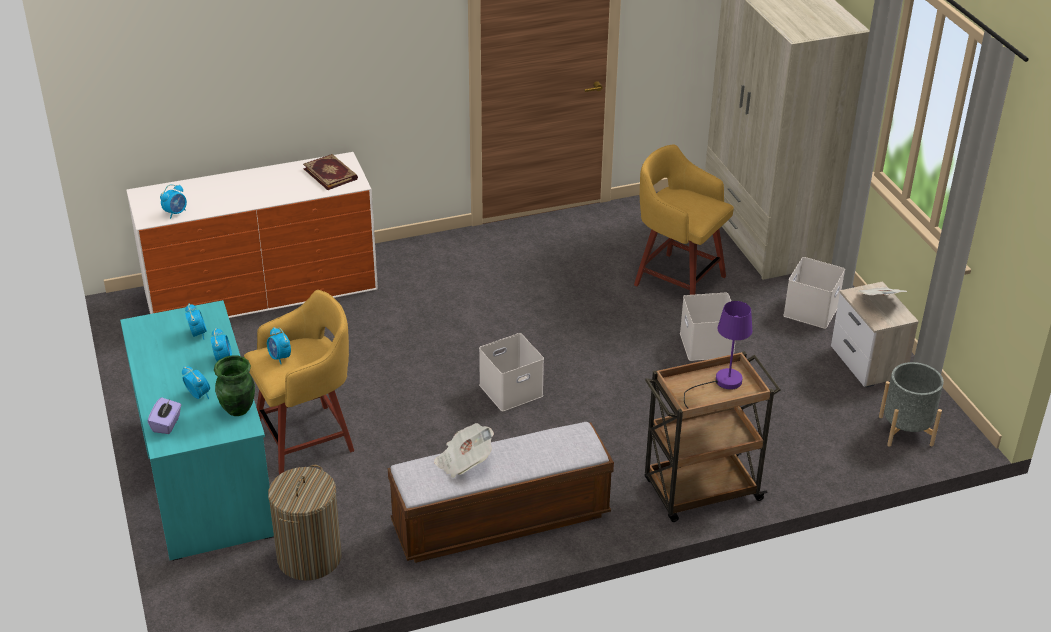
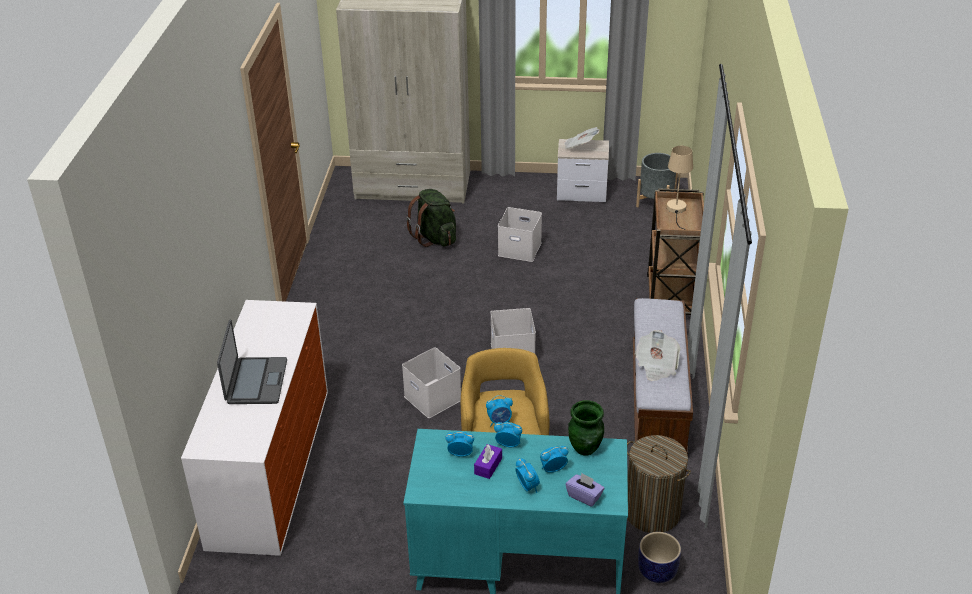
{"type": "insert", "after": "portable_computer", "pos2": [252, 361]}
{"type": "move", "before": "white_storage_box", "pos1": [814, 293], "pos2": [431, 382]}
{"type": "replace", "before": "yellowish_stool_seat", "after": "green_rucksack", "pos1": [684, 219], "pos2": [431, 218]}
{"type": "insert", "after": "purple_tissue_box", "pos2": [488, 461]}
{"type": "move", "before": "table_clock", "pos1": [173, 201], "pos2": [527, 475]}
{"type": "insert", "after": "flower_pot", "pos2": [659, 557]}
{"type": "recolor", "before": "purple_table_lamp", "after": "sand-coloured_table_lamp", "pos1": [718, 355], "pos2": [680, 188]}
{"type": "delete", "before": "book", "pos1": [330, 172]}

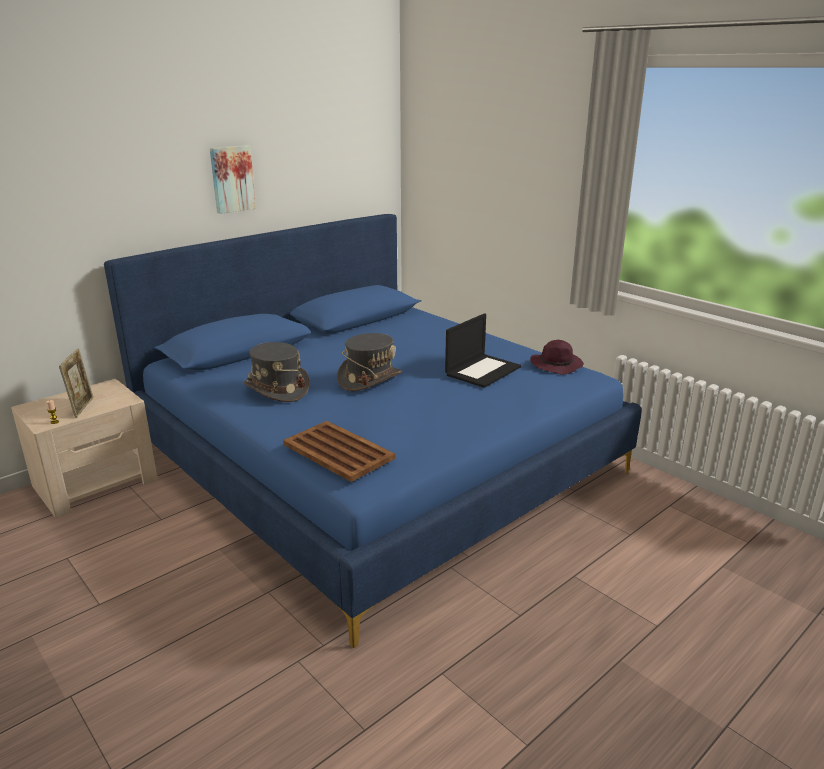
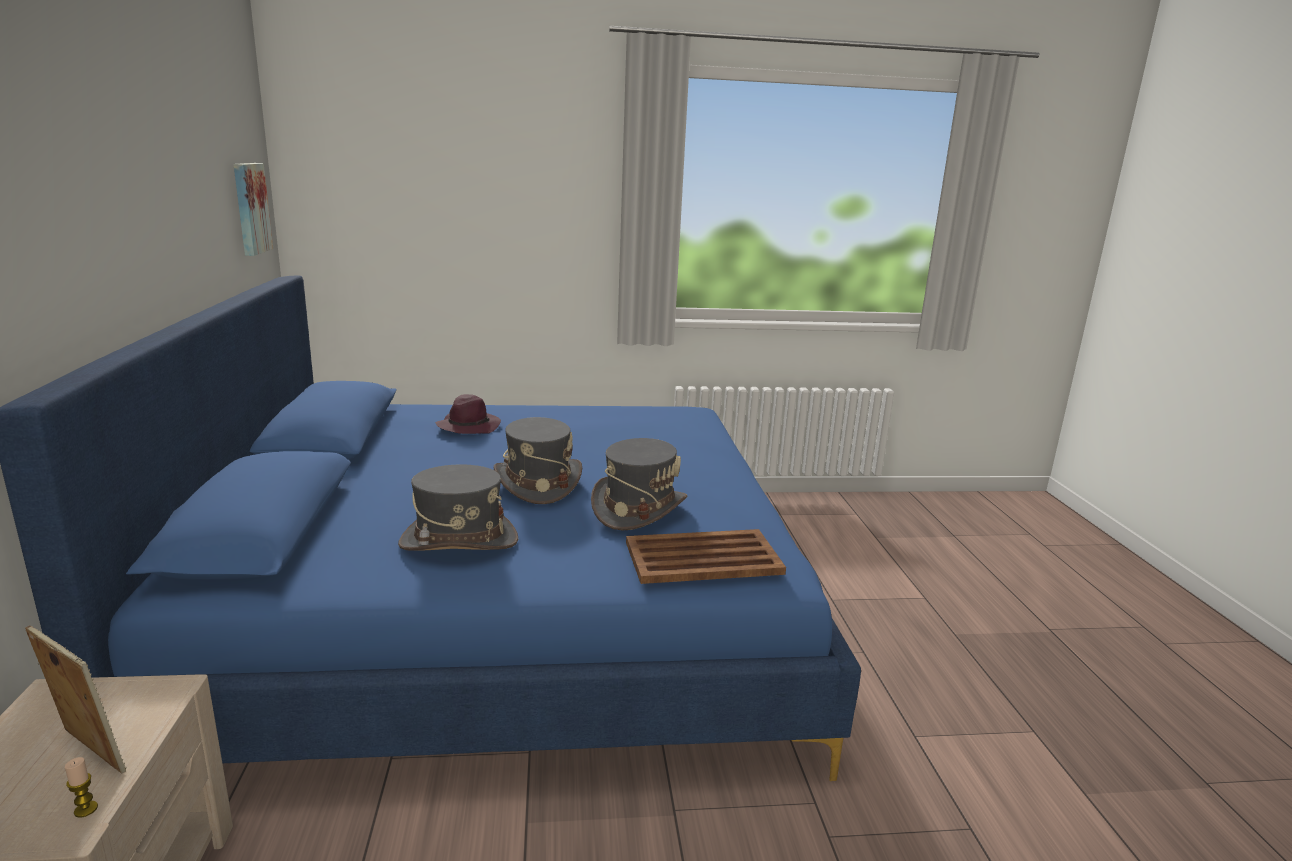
{"type": "move", "before": "wall_art", "pos1": [233, 179], "pos2": [253, 209]}
{"type": "move", "before": "purple_clothing_hat", "pos1": [557, 357], "pos2": [468, 414]}
{"type": "insert", "after": "grey_clothing_hat", "pos2": [639, 484]}
{"type": "delete", "before": "portable_computer", "pos1": [483, 350]}

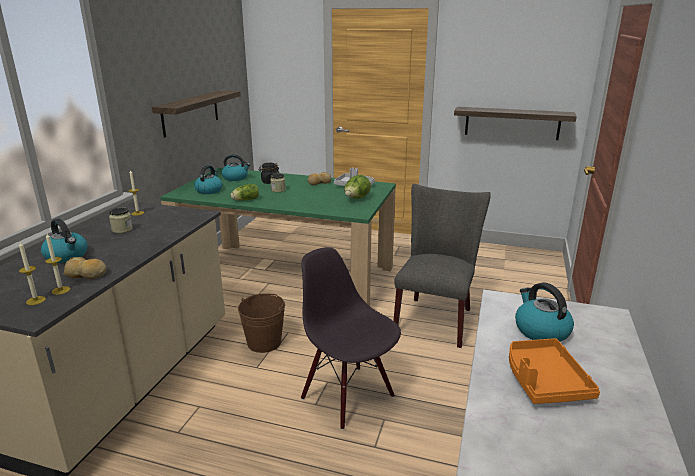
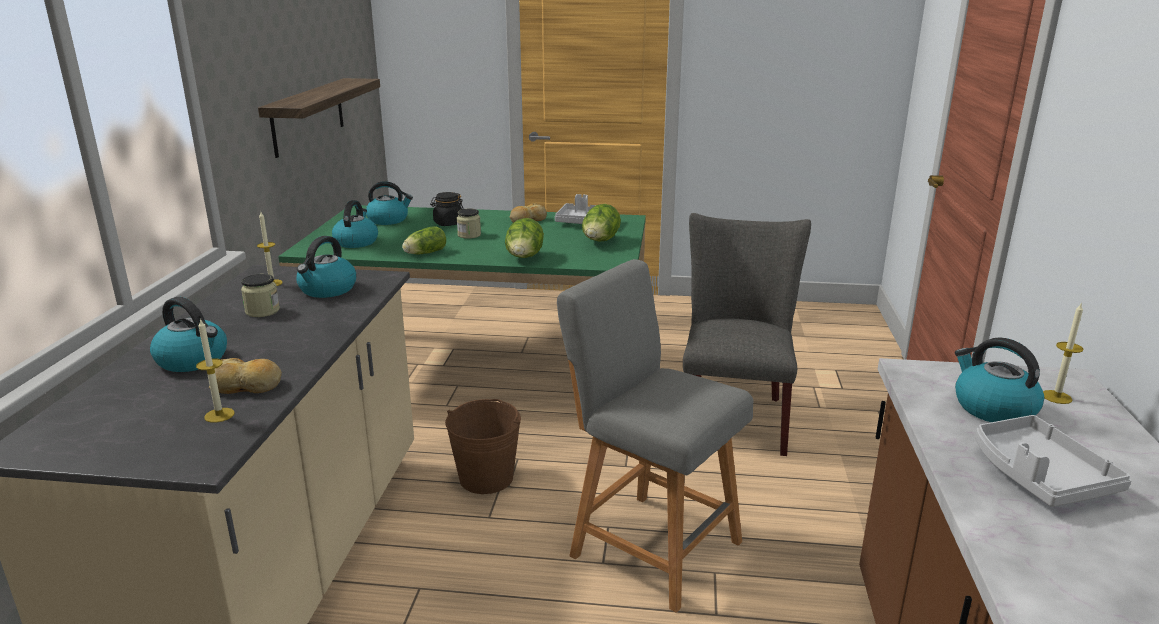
{"type": "insert", "after": "kettle", "pos2": [326, 267]}
{"type": "insert", "after": "lettuce", "pos2": [524, 238]}
{"type": "replace", "before": "black-coloured_upright_chair", "after": "grey_stool_seat", "pos1": [351, 338], "pos2": [655, 436]}
{"type": "recolor", "before": "orange_serving_tray", "after": "grey_serving_tray", "pos1": [554, 371], "pos2": [1053, 461]}
{"type": "move", "before": "wax_candle", "pos1": [32, 273], "pos2": [1063, 354]}
{"type": "delete", "before": "shelf", "pos1": [515, 123]}

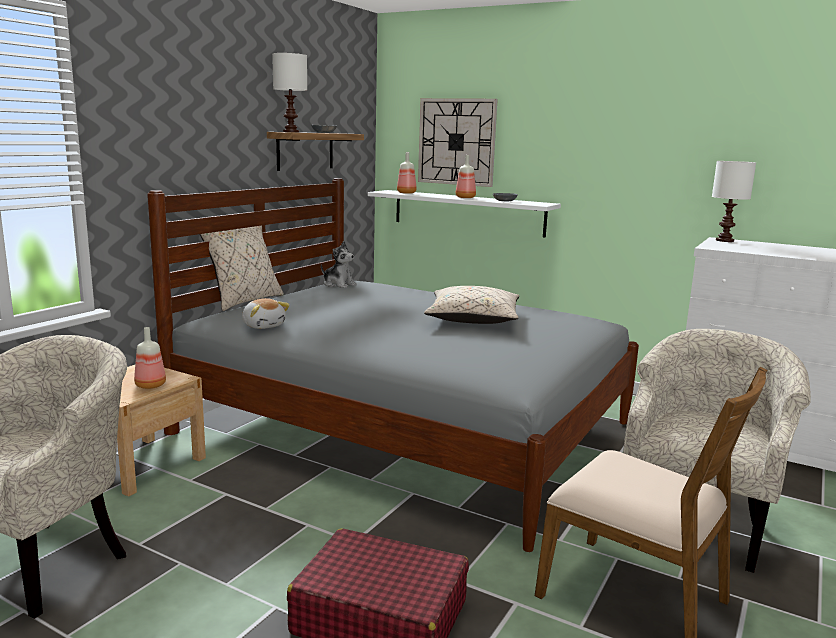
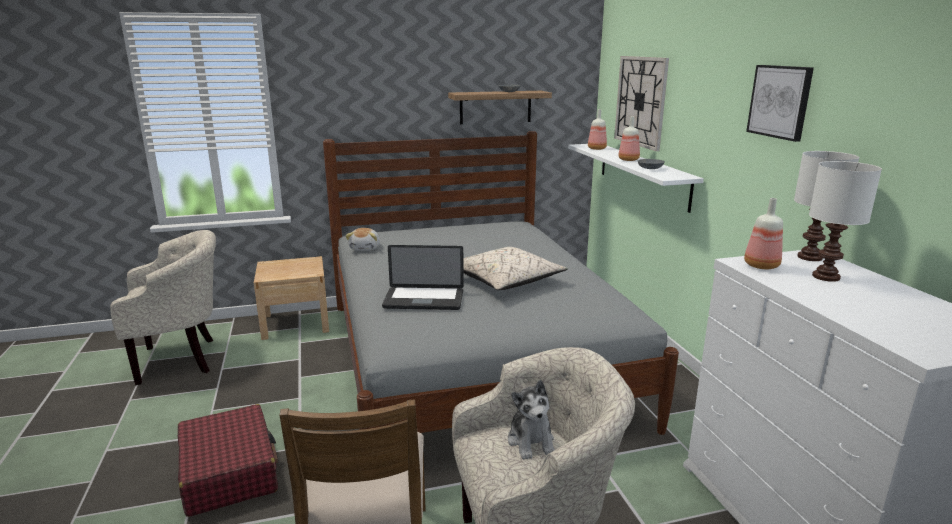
{"type": "insert", "after": "portable_computer", "pos2": [423, 277]}
{"type": "move", "before": "soft_toy", "pos1": [339, 264], "pos2": [531, 420]}
{"type": "move", "before": "bottle", "pos1": [150, 358], "pos2": [763, 233]}
{"type": "insert", "after": "wall_art", "pos2": [780, 103]}
{"type": "move", "before": "white_table_lamp", "pos1": [289, 92], "pos2": [845, 221]}
{"type": "delete", "before": "sand-coloured_throw_pillow", "pos1": [242, 268]}

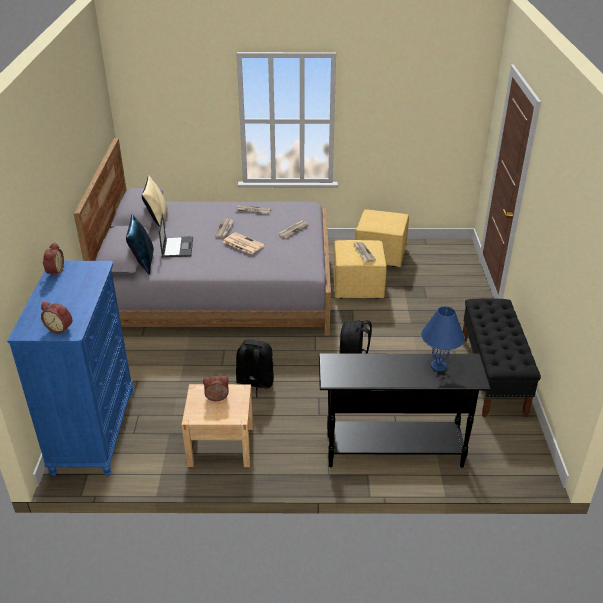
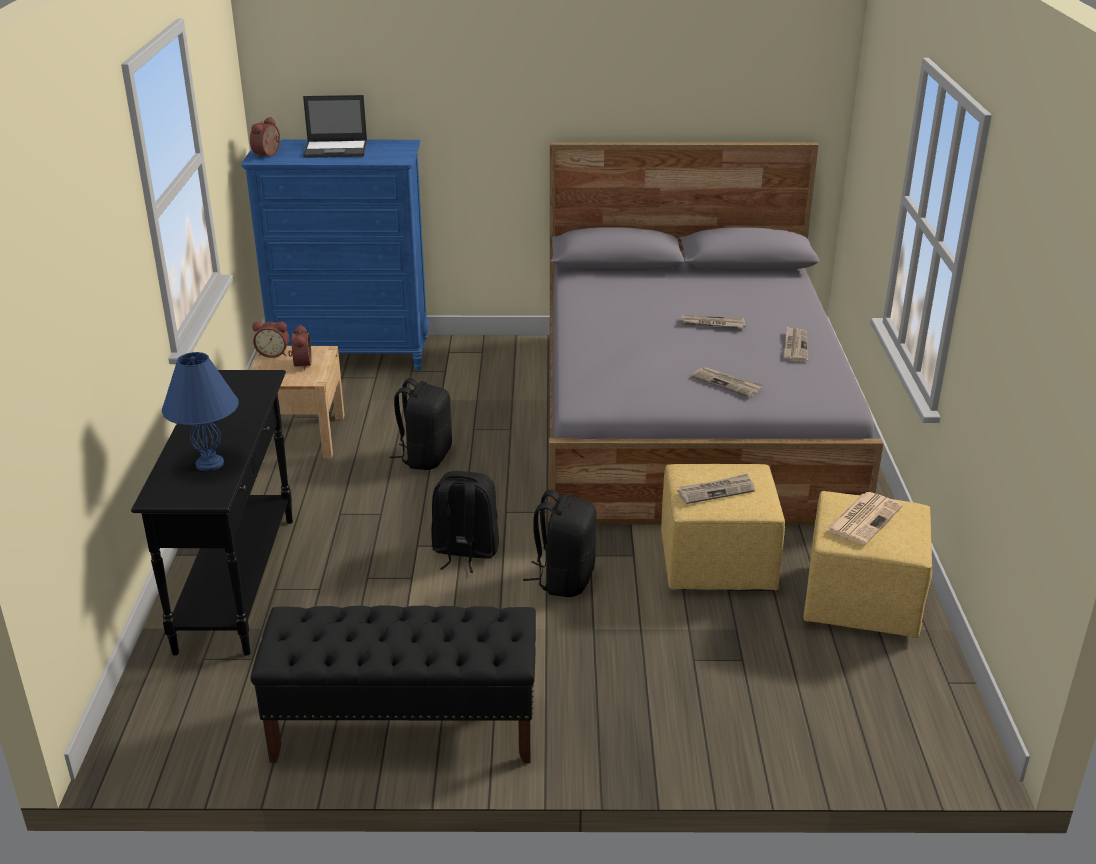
{"type": "move", "before": "table_clock", "pos1": [53, 259], "pos2": [270, 339]}
{"type": "move", "before": "portable_computer", "pos1": [176, 235], "pos2": [335, 126]}
{"type": "insert", "after": "black-coloured_rucksack", "pos2": [559, 543]}
{"type": "move", "before": "newspaper", "pos1": [244, 243], "pos2": [864, 518]}
{"type": "delete", "before": "blue_throw_pillow", "pos1": [140, 244]}
{"type": "delete", "before": "sand-coloured_throw_pillow", "pos1": [155, 201]}

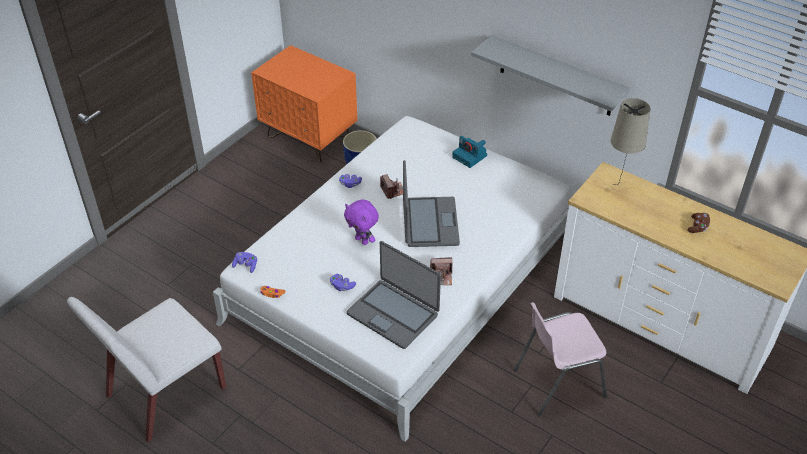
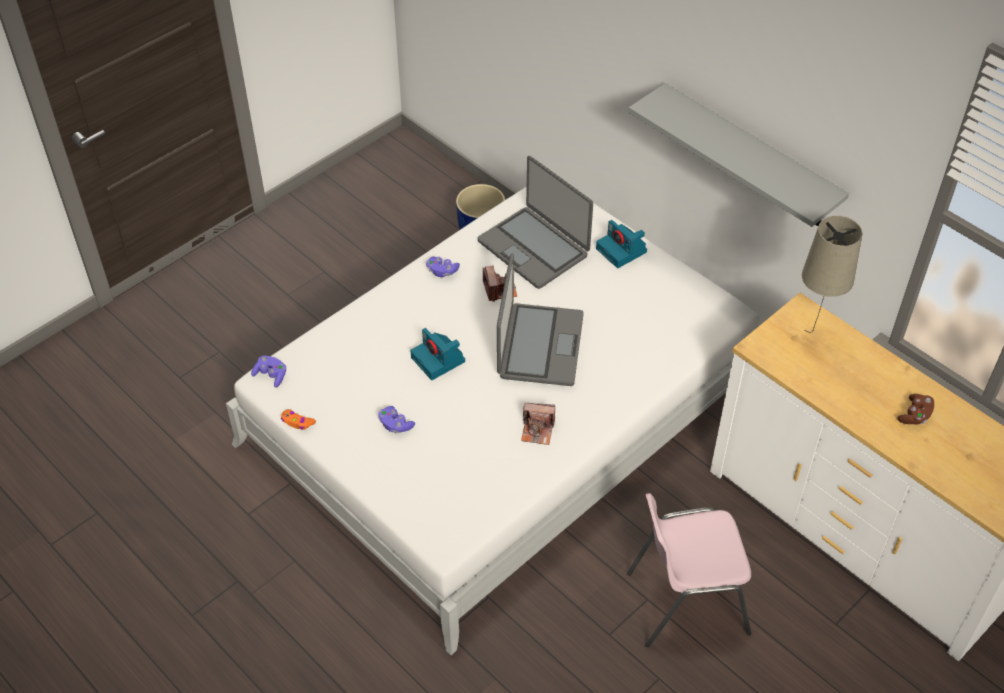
{"type": "replace", "before": "purple_soft_toy", "after": "photo_camera", "pos1": [361, 222], "pos2": [437, 354]}
{"type": "move", "before": "portable_computer", "pos1": [394, 295], "pos2": [535, 222]}
{"type": "delete", "before": "white_upright_chair", "pos1": [146, 369]}
{"type": "delete", "before": "orange_nightstand", "pos1": [304, 103]}

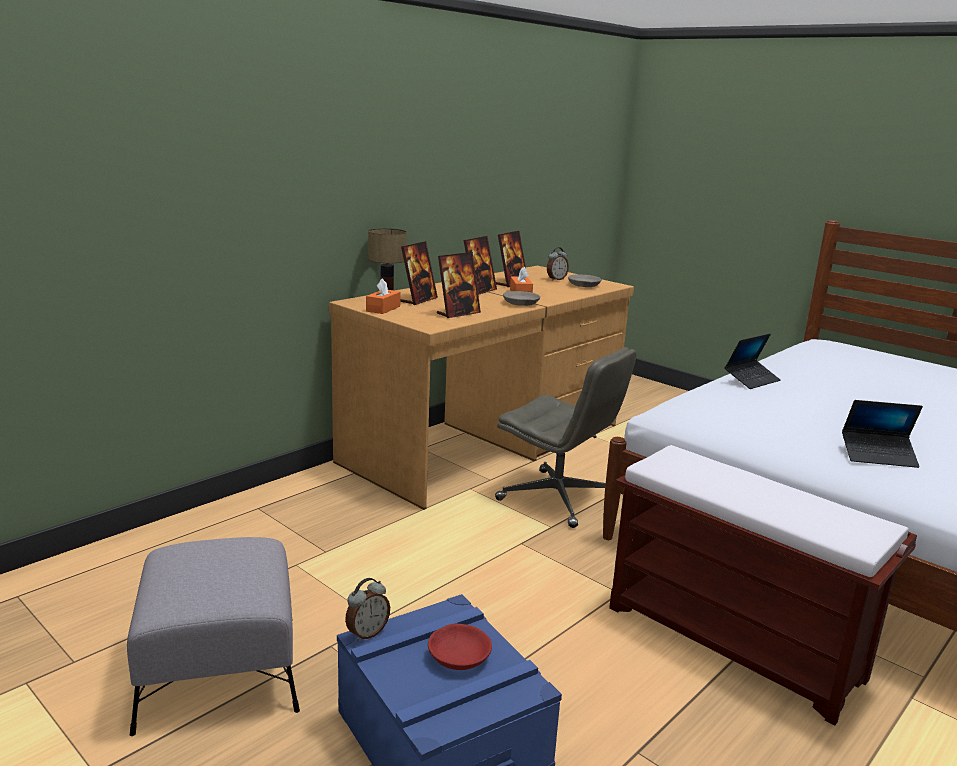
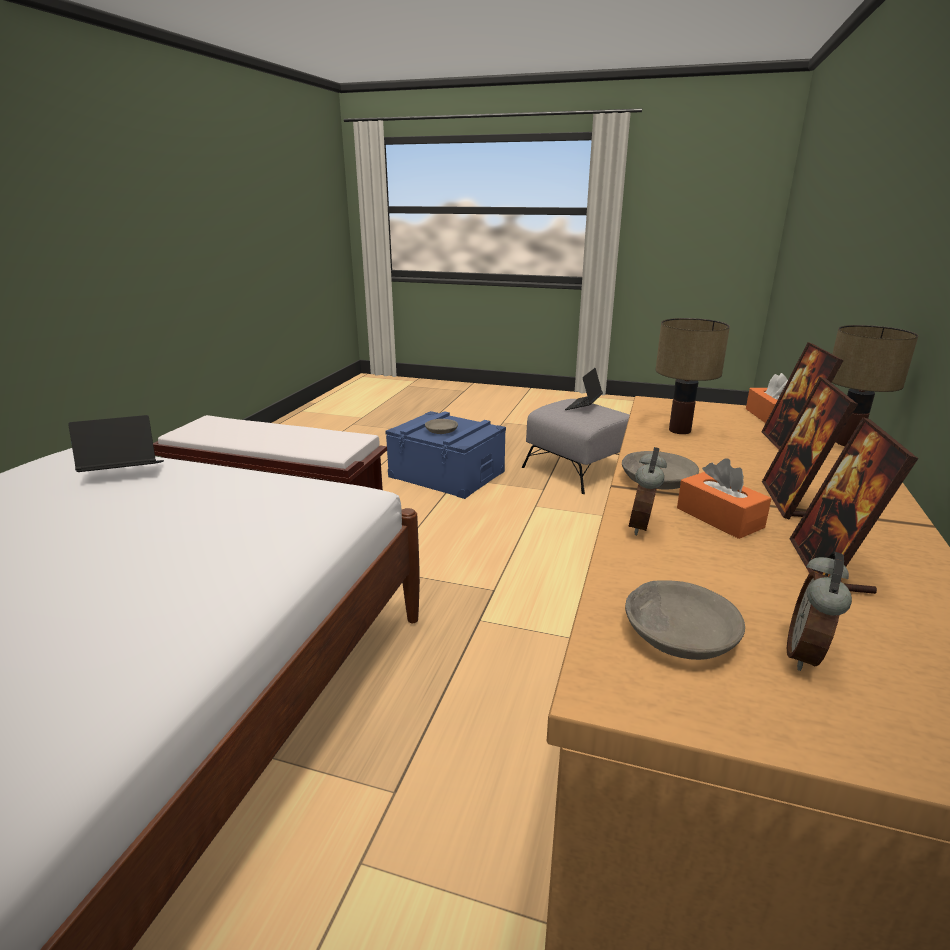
{"type": "recolor", "before": "reddish_serving_bowl", "after": "grey_serving_bowl", "pos1": [460, 647], "pos2": [441, 426]}
{"type": "move", "before": "portable_computer", "pos1": [752, 361], "pos2": [584, 389]}
{"type": "move", "before": "table_clock", "pos1": [367, 609], "pos2": [647, 491]}
{"type": "replace", "before": "standing_frame", "after": "table_lamp", "pos1": [459, 285], "pos2": [693, 376]}
{"type": "delete", "before": "grey_computer_chair", "pos1": [566, 437]}

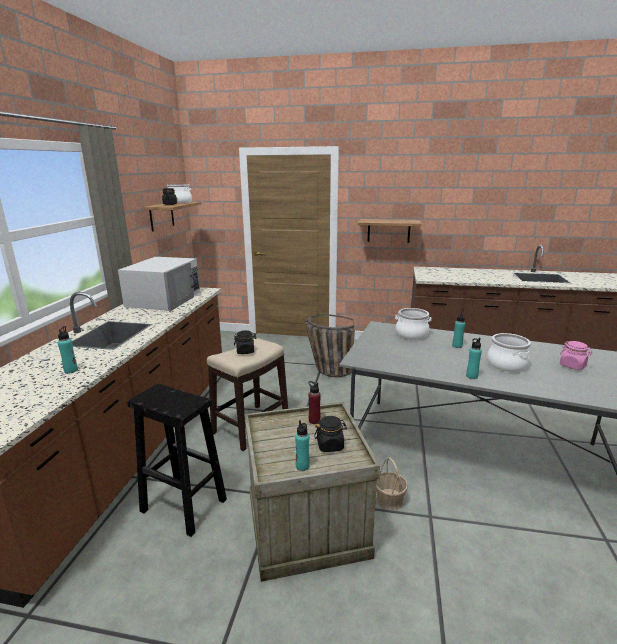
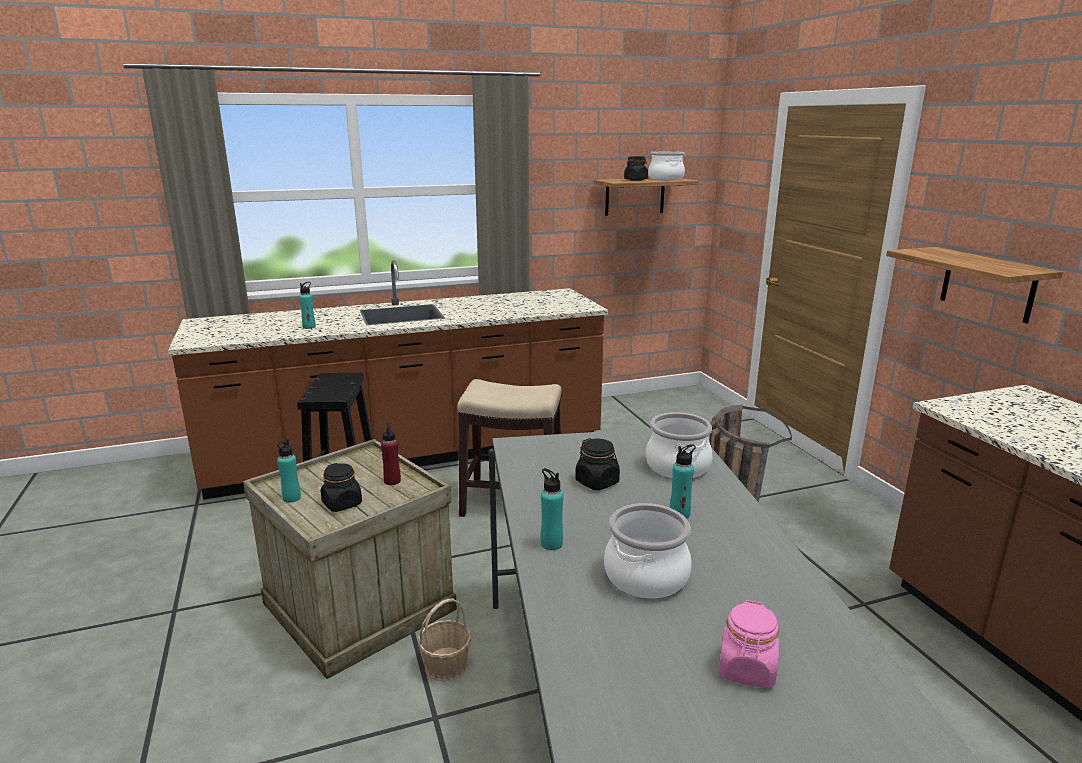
{"type": "move", "before": "black-coloured_preserve_jar", "pos1": [245, 342], "pos2": [597, 464]}
{"type": "delete", "before": "white_kitchen_microwave", "pos1": [159, 284]}

